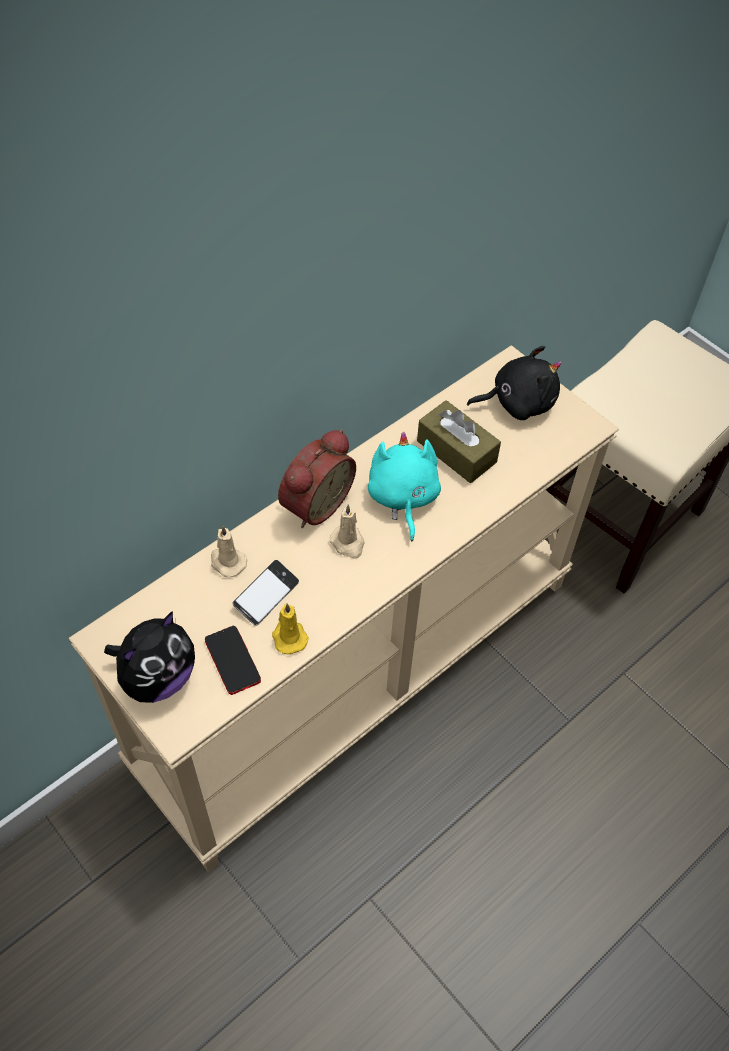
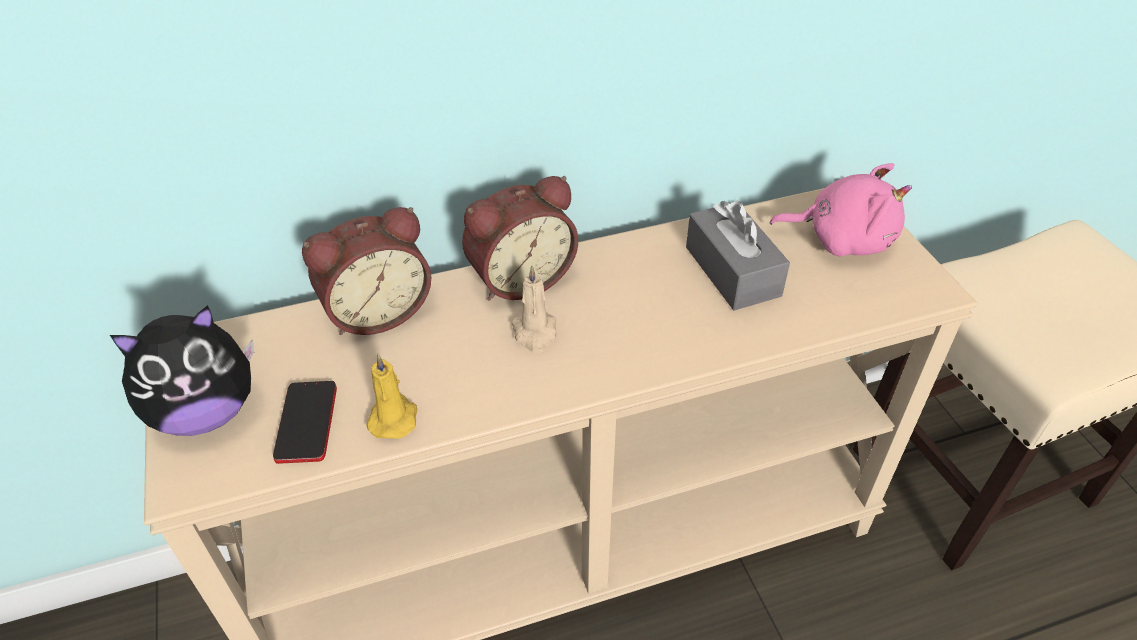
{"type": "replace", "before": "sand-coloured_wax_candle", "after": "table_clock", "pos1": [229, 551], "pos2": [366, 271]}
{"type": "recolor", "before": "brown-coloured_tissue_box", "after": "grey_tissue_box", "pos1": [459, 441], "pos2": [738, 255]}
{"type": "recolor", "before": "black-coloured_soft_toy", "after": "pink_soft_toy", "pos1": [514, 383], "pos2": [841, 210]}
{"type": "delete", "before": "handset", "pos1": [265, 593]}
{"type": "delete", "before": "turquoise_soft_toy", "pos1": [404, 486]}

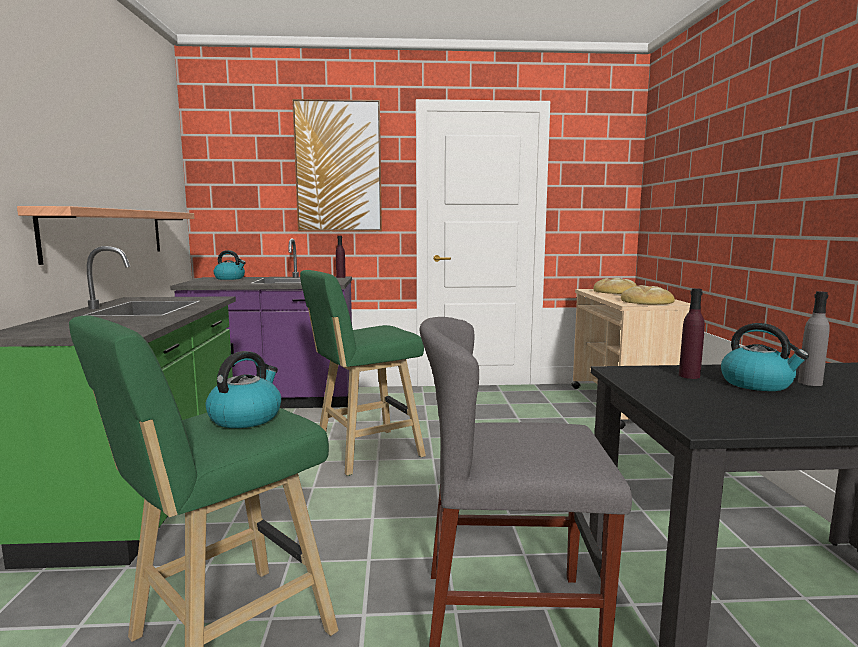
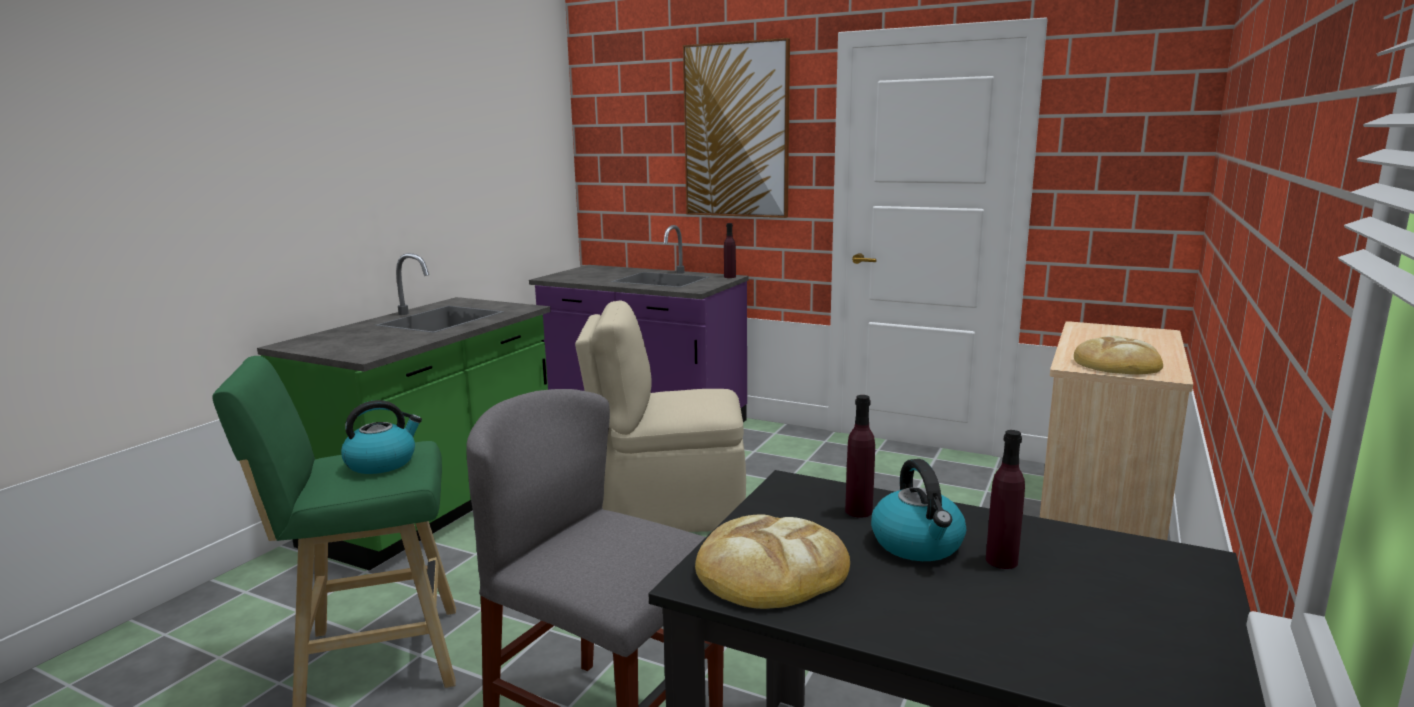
{"type": "replace", "before": "green_stool_seat", "after": "sand-coloured_upright_chair", "pos1": [363, 373], "pos2": [660, 416]}
{"type": "move", "before": "bread", "pos1": [615, 286], "pos2": [772, 561]}
{"type": "recolor", "before": "grey_bottle", "after": "purple_bottle", "pos1": [814, 338], "pos2": [1005, 499]}
{"type": "delete", "before": "shelf", "pos1": [106, 235]}
{"type": "delete", "before": "kettle", "pos1": [230, 265]}

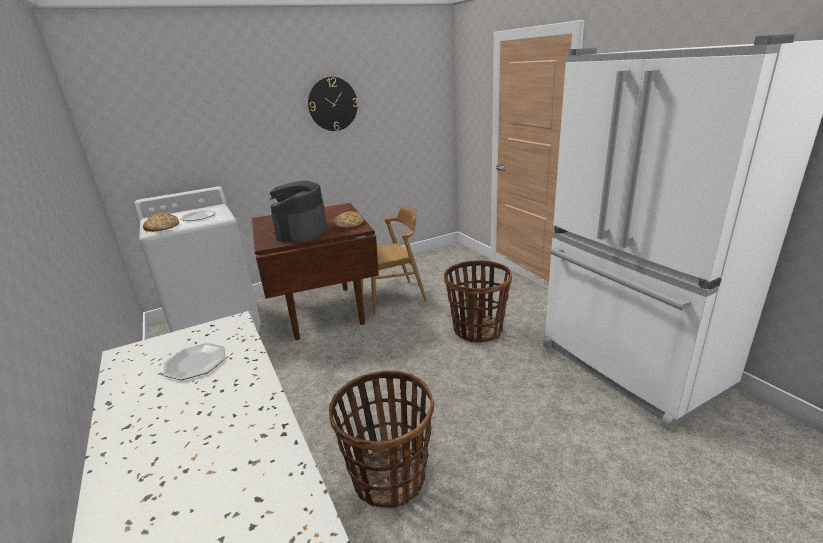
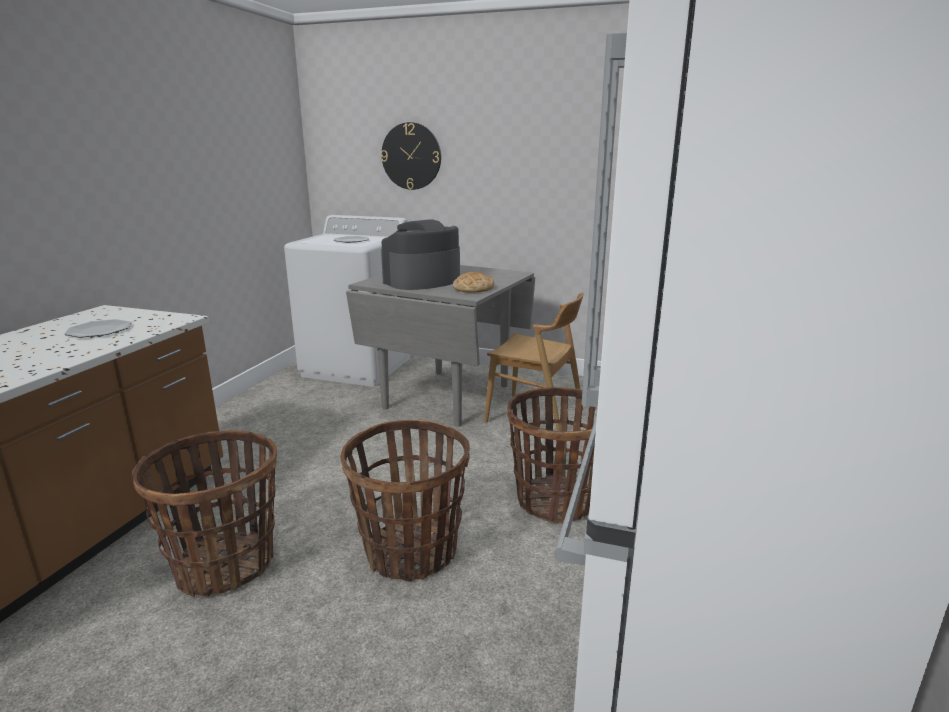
{"type": "insert", "after": "household_basket", "pos2": [405, 500]}
{"type": "recolor", "before": "brown-coloured_dinner_table", "after": "grey_dinner_table", "pos1": [315, 271], "pos2": [440, 346]}
{"type": "move", "before": "hanging_clock", "pos1": [333, 104], "pos2": [411, 156]}
{"type": "delete", "before": "bread", "pos1": [161, 222]}

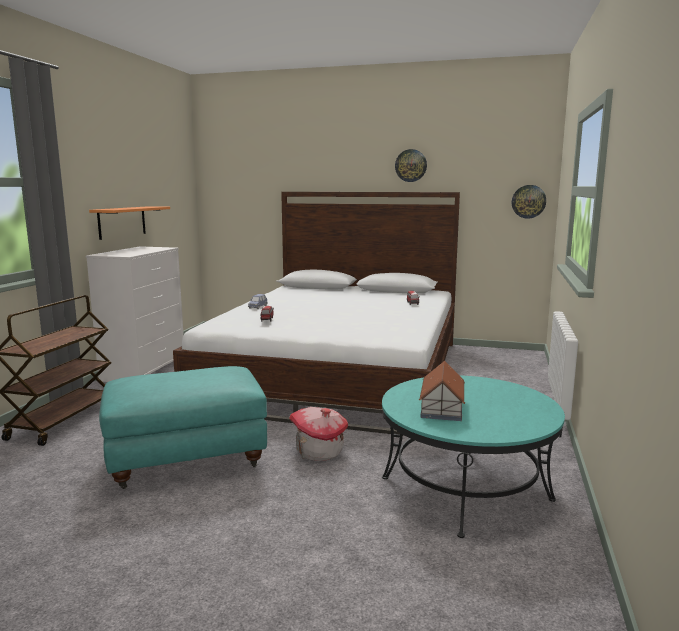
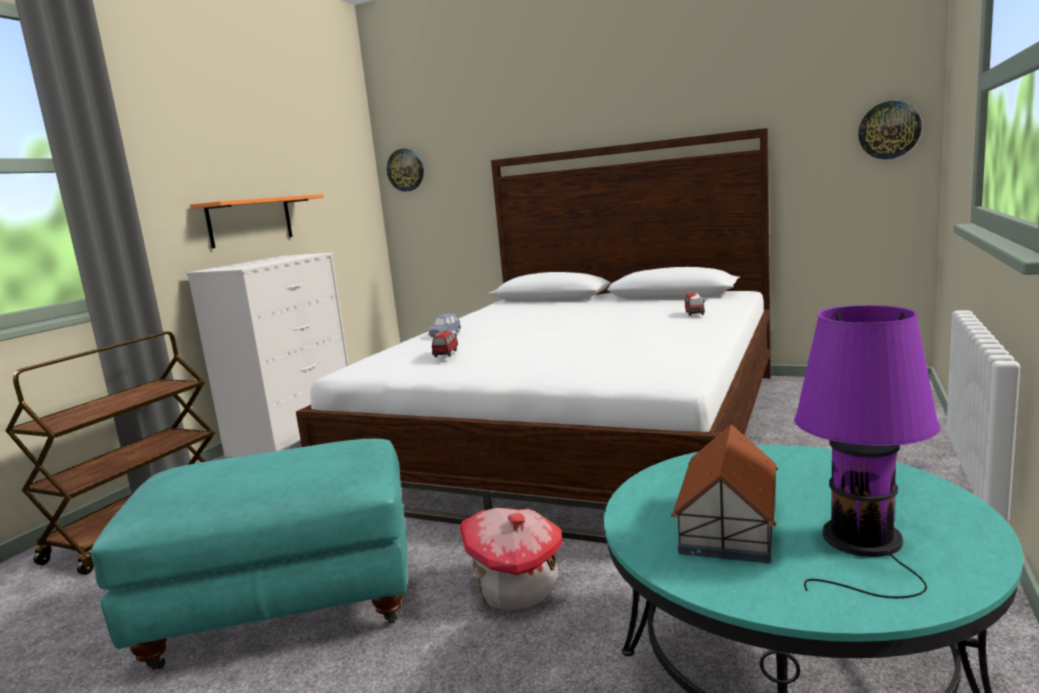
{"type": "move", "before": "hanging_clock", "pos1": [411, 165], "pos2": [405, 170]}
{"type": "insert", "after": "purple_table_lamp", "pos2": [867, 451]}

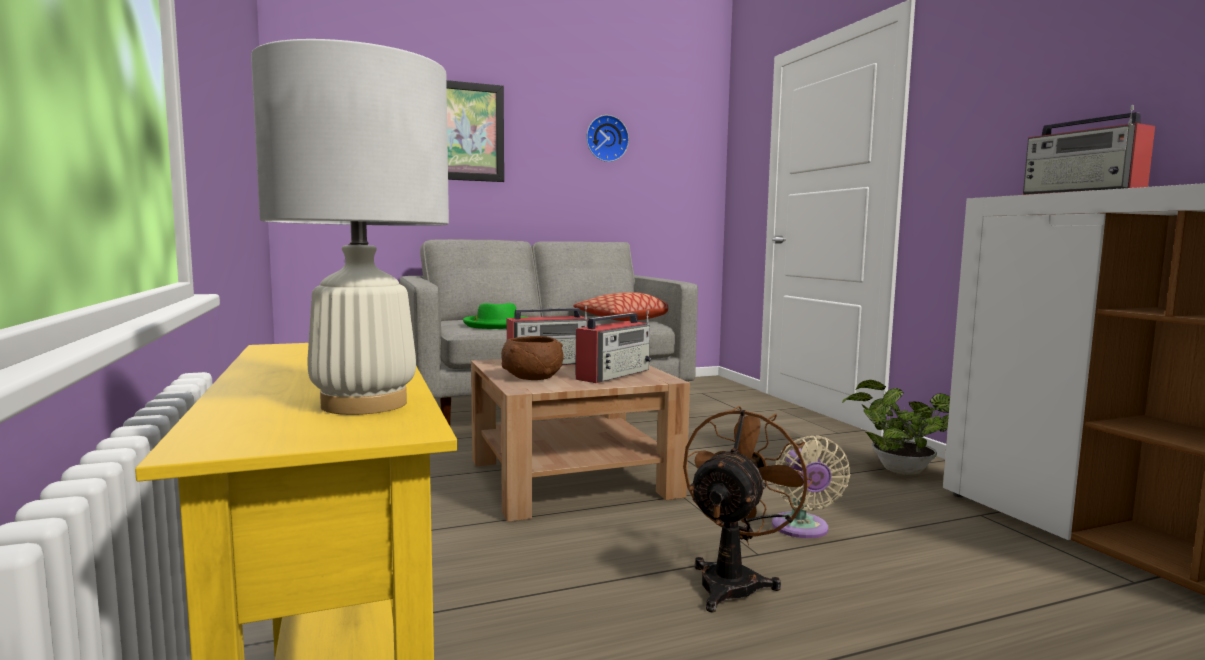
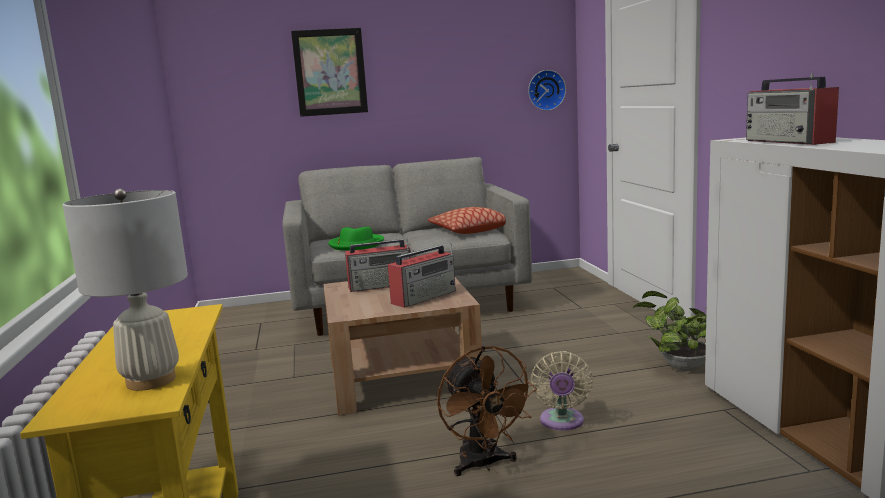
{"type": "rotate", "before": "brown-coloured_electric_fan", "pos1": [748, 509], "pos2": [487, 411], "turn": 120}
{"type": "move", "before": "hanging_clock", "pos1": [607, 138], "pos2": [547, 90]}
{"type": "delete", "before": "brown-coloured_serving_bowl", "pos1": [532, 358]}

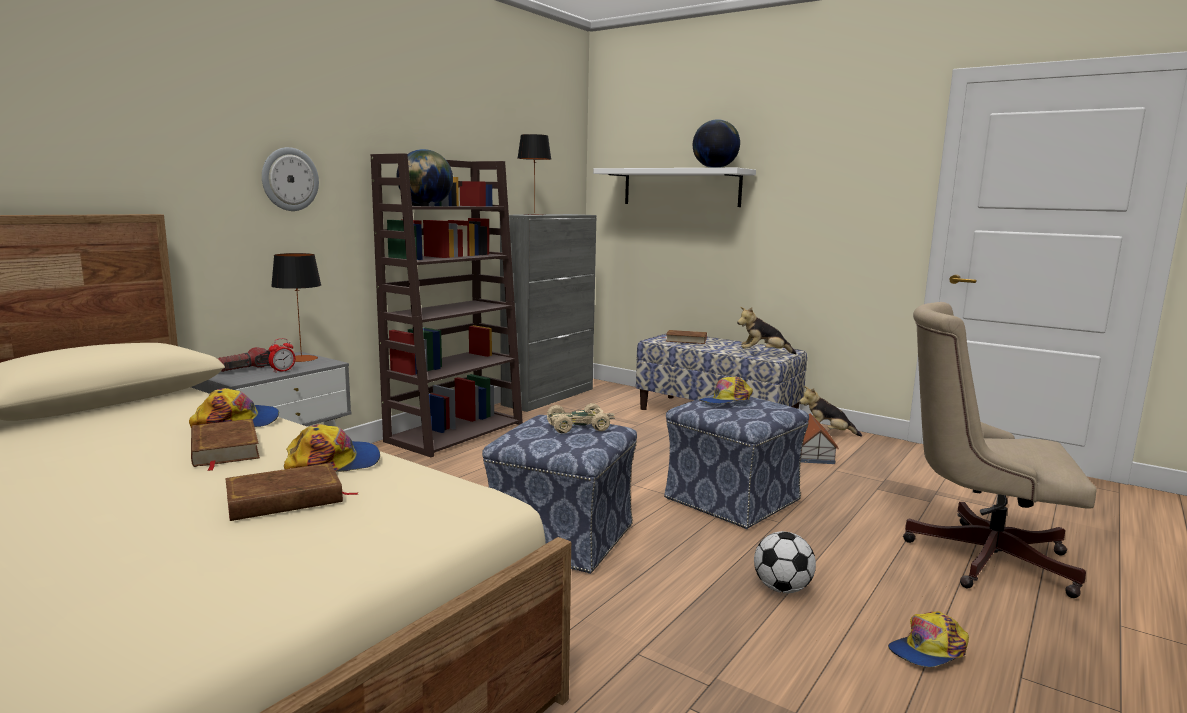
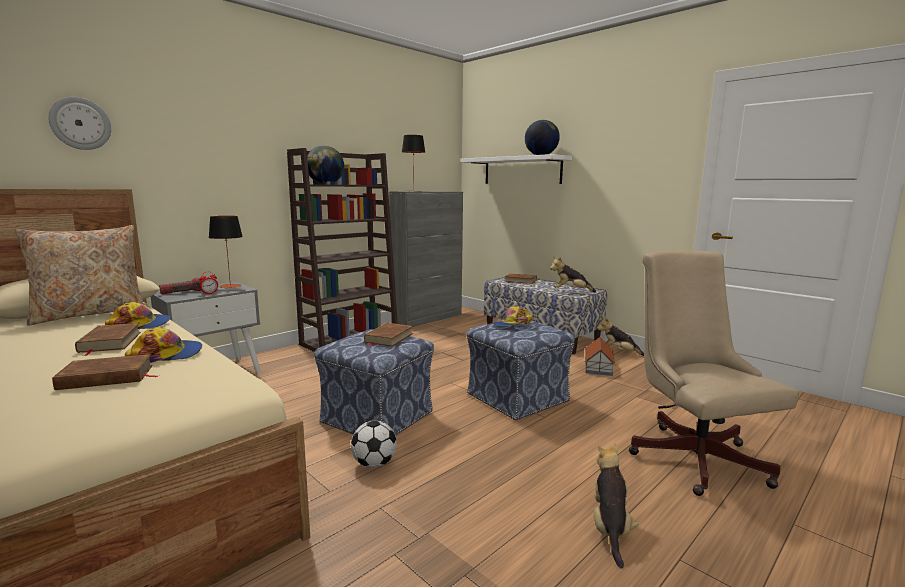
{"type": "insert", "after": "sand-coloured_throw_pillow", "pos2": [79, 275]}
{"type": "move", "before": "hanging_clock", "pos1": [290, 179], "pos2": [79, 123]}
{"type": "move", "before": "ball_for_football", "pos1": [785, 562], "pos2": [374, 444]}
{"type": "replace", "before": "sand-coloured_model_car", "after": "brown-coloured_book", "pos1": [581, 418], "pos2": [388, 335]}
{"type": "replace", "before": "cap", "after": "soft_toy", "pos1": [928, 639], "pos2": [616, 505]}
{"type": "rotate", "before": "sand-coloured_computer_chair", "pos1": [1000, 450], "pos2": [714, 373], "turn": 45}

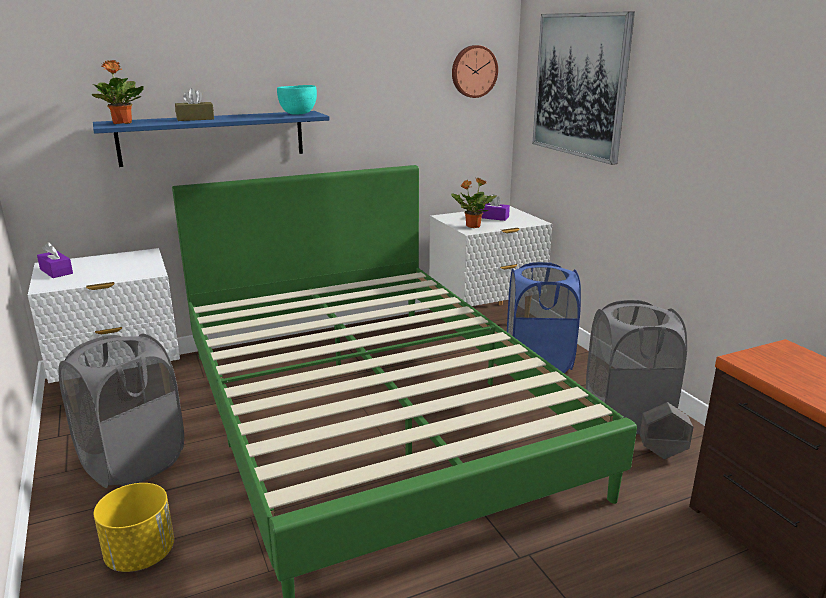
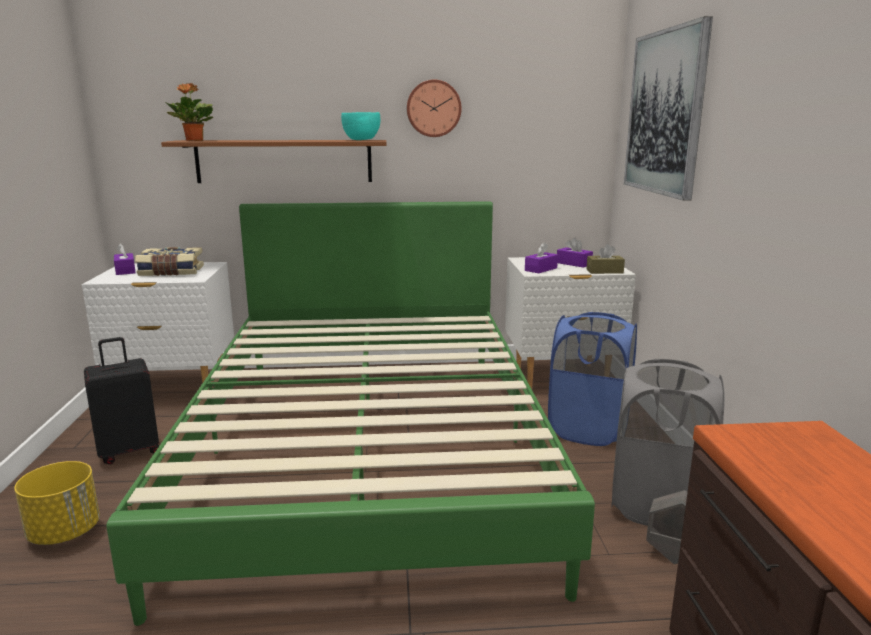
{"type": "replace", "before": "grey_washing_basket", "after": "black-coloured_piece_of_luggage", "pos1": [121, 411], "pos2": [121, 400]}
{"type": "insert", "after": "book", "pos2": [169, 261]}
{"type": "recolor", "before": "blue_shelf", "after": "brown-coloured_shelf", "pos1": [211, 139], "pos2": [274, 161]}
{"type": "move", "before": "hanging_clock", "pos1": [475, 71], "pos2": [434, 108]}
{"type": "replace", "before": "plant_in_a_pot", "after": "purple_tissue_box", "pos1": [473, 202], "pos2": [541, 257]}
{"type": "move", "before": "brown-coloured_tissue_box", "pos1": [194, 104], "pos2": [605, 259]}

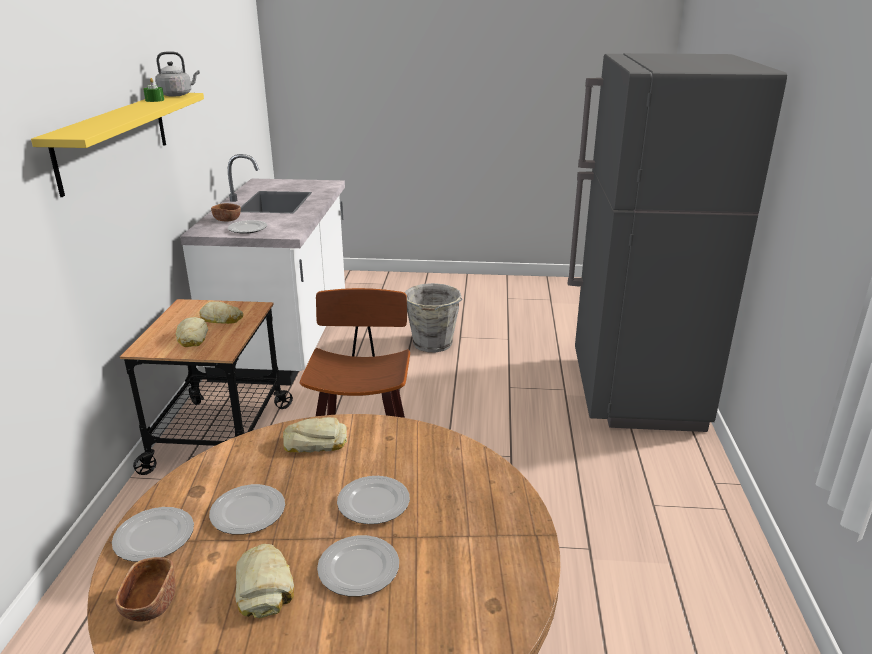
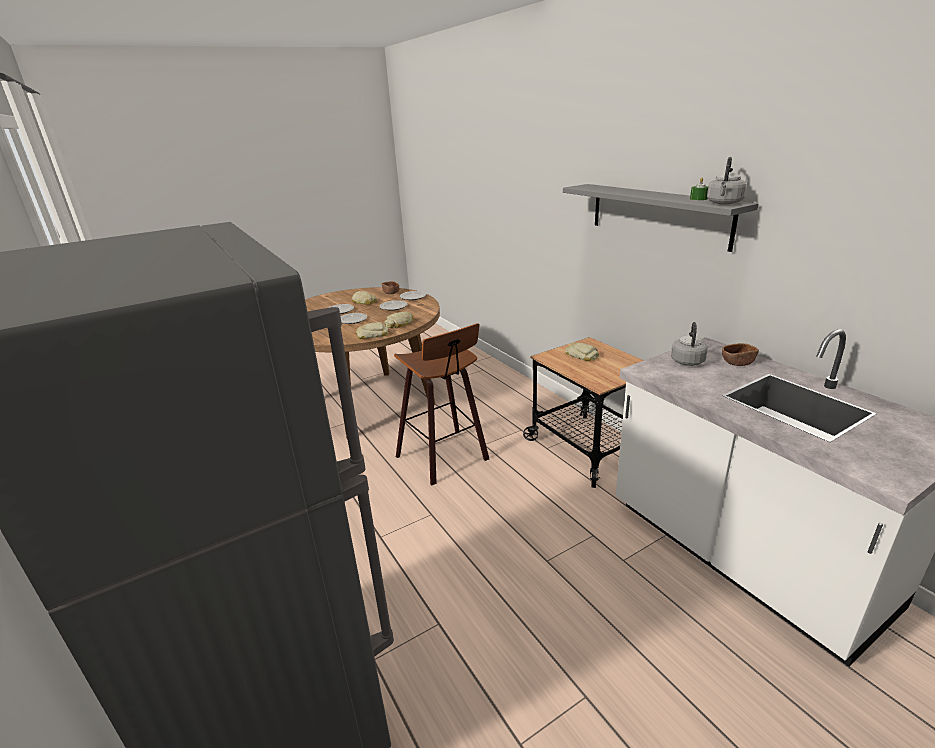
{"type": "move", "before": "bread", "pos1": [221, 312], "pos2": [372, 330]}
{"type": "recolor", "before": "yellowish_shelf", "after": "grey_shelf", "pos1": [117, 145], "pos2": [660, 218]}
{"type": "replace", "before": "flat_dish", "after": "grey_kettle", "pos1": [247, 227], "pos2": [689, 344]}
{"type": "delete", "before": "grey_bucket", "pos1": [434, 317]}

